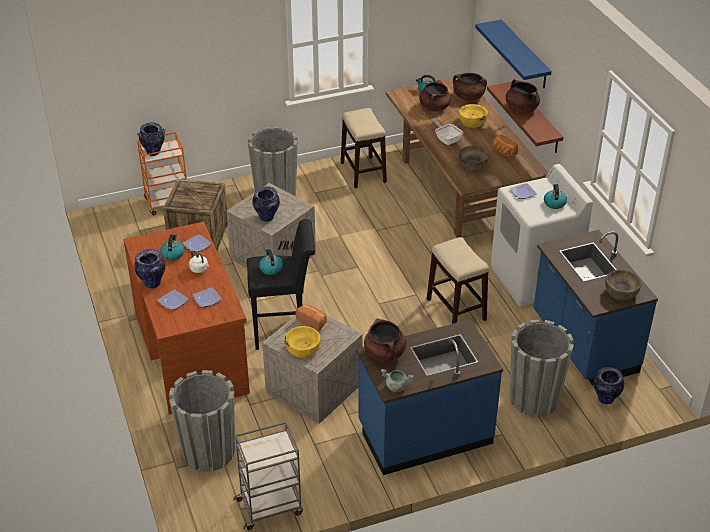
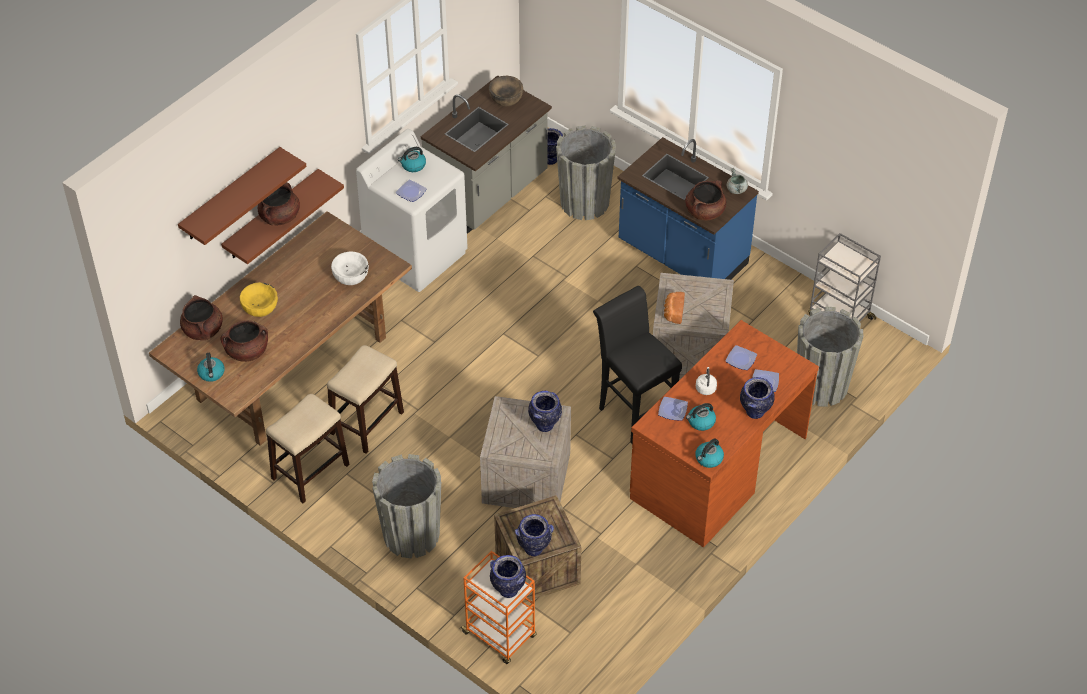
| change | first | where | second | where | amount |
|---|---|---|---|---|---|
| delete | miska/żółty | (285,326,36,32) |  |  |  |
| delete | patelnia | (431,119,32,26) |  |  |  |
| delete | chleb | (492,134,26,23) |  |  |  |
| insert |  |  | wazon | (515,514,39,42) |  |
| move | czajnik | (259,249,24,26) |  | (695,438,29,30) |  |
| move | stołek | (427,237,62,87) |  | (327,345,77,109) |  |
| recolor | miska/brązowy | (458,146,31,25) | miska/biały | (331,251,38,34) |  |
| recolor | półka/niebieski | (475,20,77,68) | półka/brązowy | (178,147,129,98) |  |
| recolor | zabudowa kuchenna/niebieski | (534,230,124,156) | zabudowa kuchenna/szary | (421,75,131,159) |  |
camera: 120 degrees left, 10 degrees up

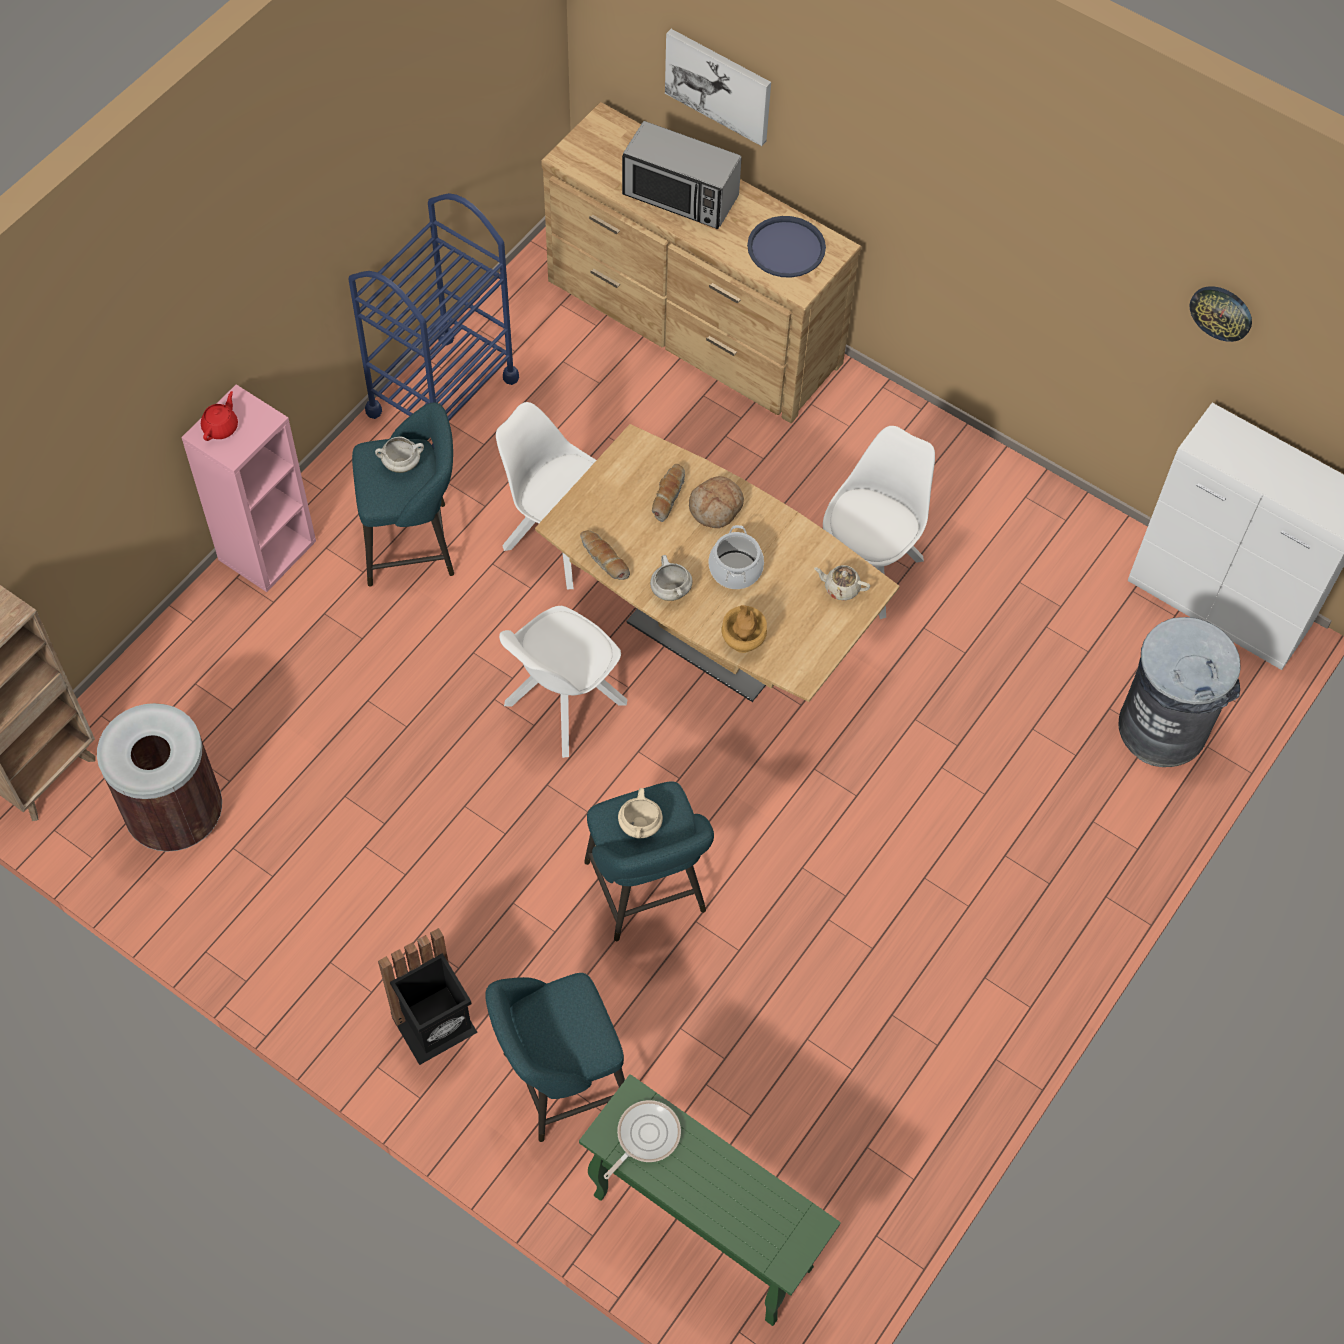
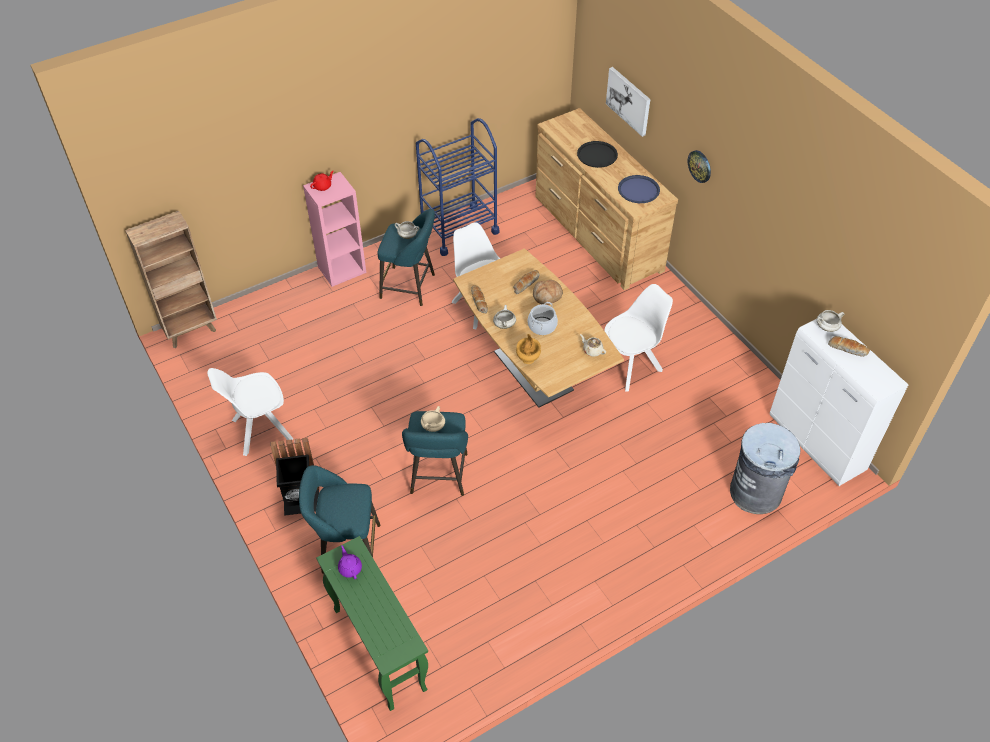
| change | first | where | second | where | amount |
|---|---|---|---|---|---|
| delete | kosz na śmieci/brązowy | (97,703,125,149) |  |  |  |
| insert |  |  | garnek/biały | (817,310,27,22) |  |
| insert |  |  | chleb | (828,336,42,21) |  |
| move | krzesło/biały | (499,606,128,152) |  | (207,368,86,88) |  |
| move | zegar ścienny | (1189,286,63,56) |  | (688,150,23,33) |  |
| replace | patelnia | (604,1100,77,79) | imbryk/fioletowy | (338,545,24,34) |  |
| replace | mikrofalówka | (622,121,120,108) | taca/czarny | (577,141,41,27) |  |
camera: 25 degrees right, 10 degrees down

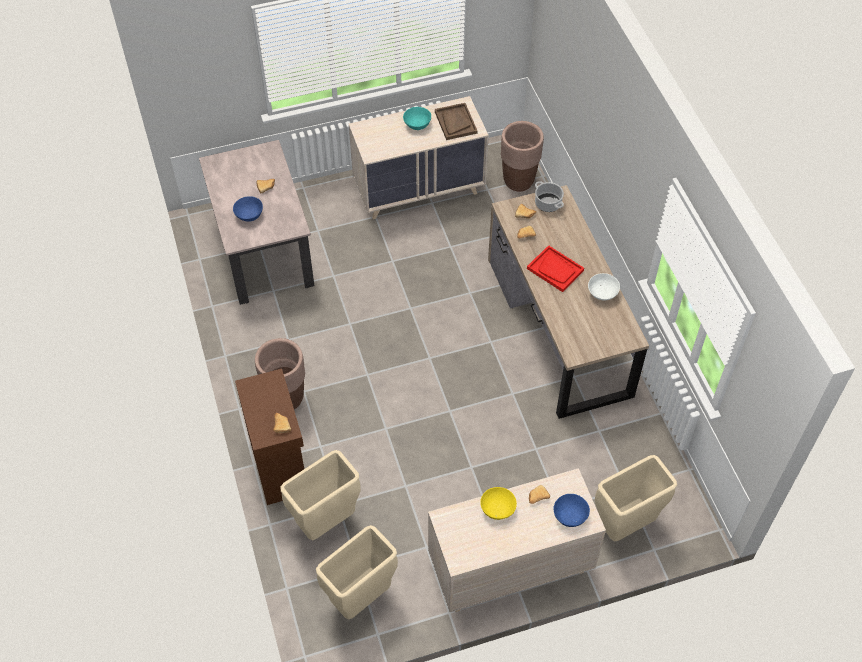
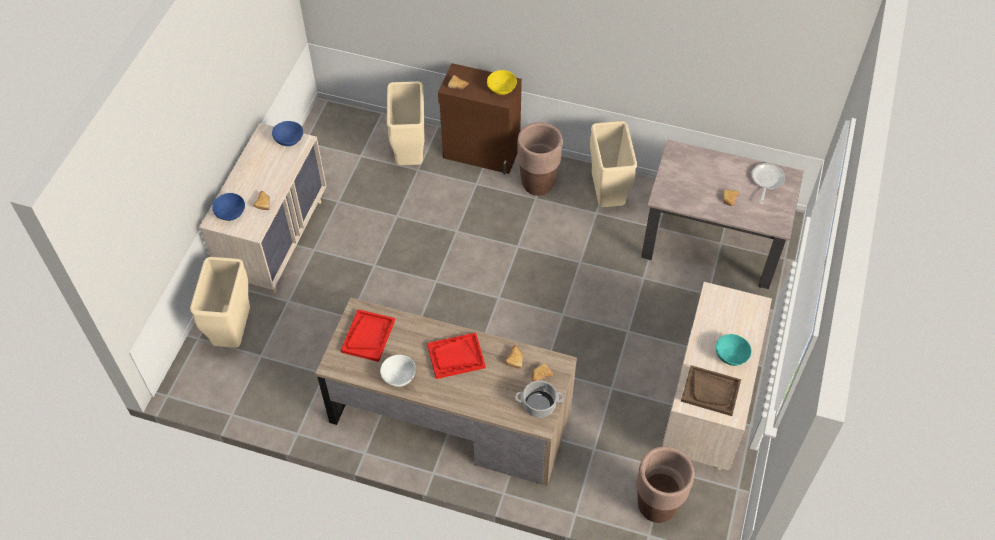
| change | first | where | second | where | amount |
|---|---|---|---|---|---|
| insert |  |  | taca/czerwony | (341,309,54,53) |  |
| insert |  |  | patelnia | (751,163,34,41) |  |
| move | miska/niebieski | (233,196,30,26) |  | (272,121,31,25) |  |
| move | kosz na śmieci/beżowy | (316,525,82,94) |  | (590,121,47,86) |  |
| move | miska/żółty | (480,487,37,33) |  | (487,70,30,25) |  |
camera: 125 degrees right, 0 degrees up

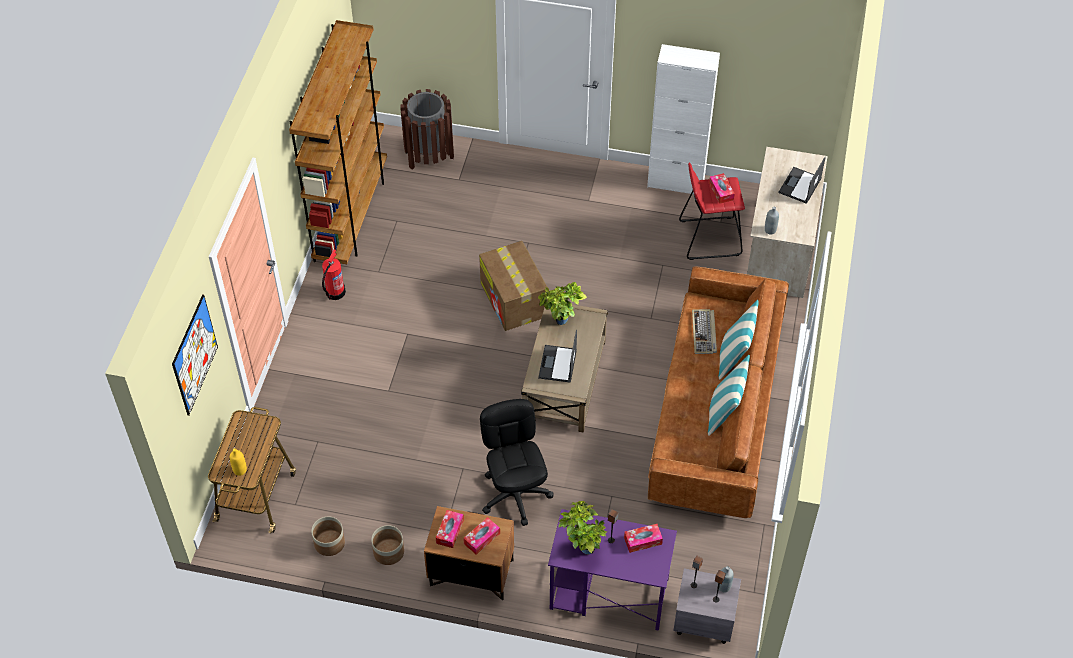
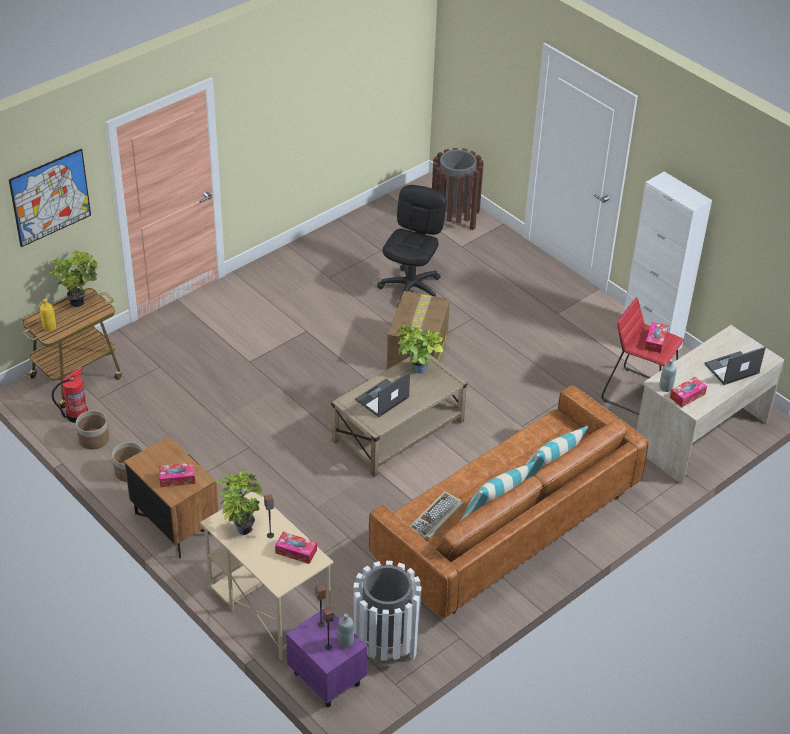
| change | first | where | second | where | amount |
|---|---|---|---|---|---|
| delete | regał/brązowy | (289,20,98,244) |  |  |  |
| insert |  |  | roślina doniczkowa | (48,250,50,57) |  |
| insert |  |  | kosz na śmieci/biały | (353,561,69,100) |  |
| move | gaśnica | (322,249,24,51) |  | (52,367,36,56) |  |
| move | pudełko chusteczek | (436,510,28,38) |  | (670,377,37,30) |  |
| move | krzesło biurowe/czarny | (480,399,74,127) |  | (377,185,70,122) |  |
| move | klawiatura | (692,309,25,45) |  | (410,491,54,48) |  |
| recolor | biurko/fioletowy | (548,509,129,122) | biurko/beżowy | (200,492,134,169) |  |
| recolor | szafka nocna/szary | (673,568,68,76) | szafka nocna/fioletowy | (286,607,81,100) |  |
camera: 35 degrees right, 10 degrees down

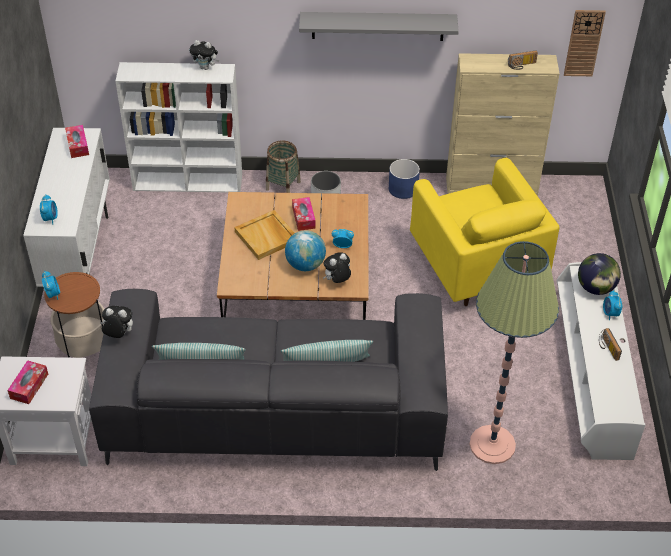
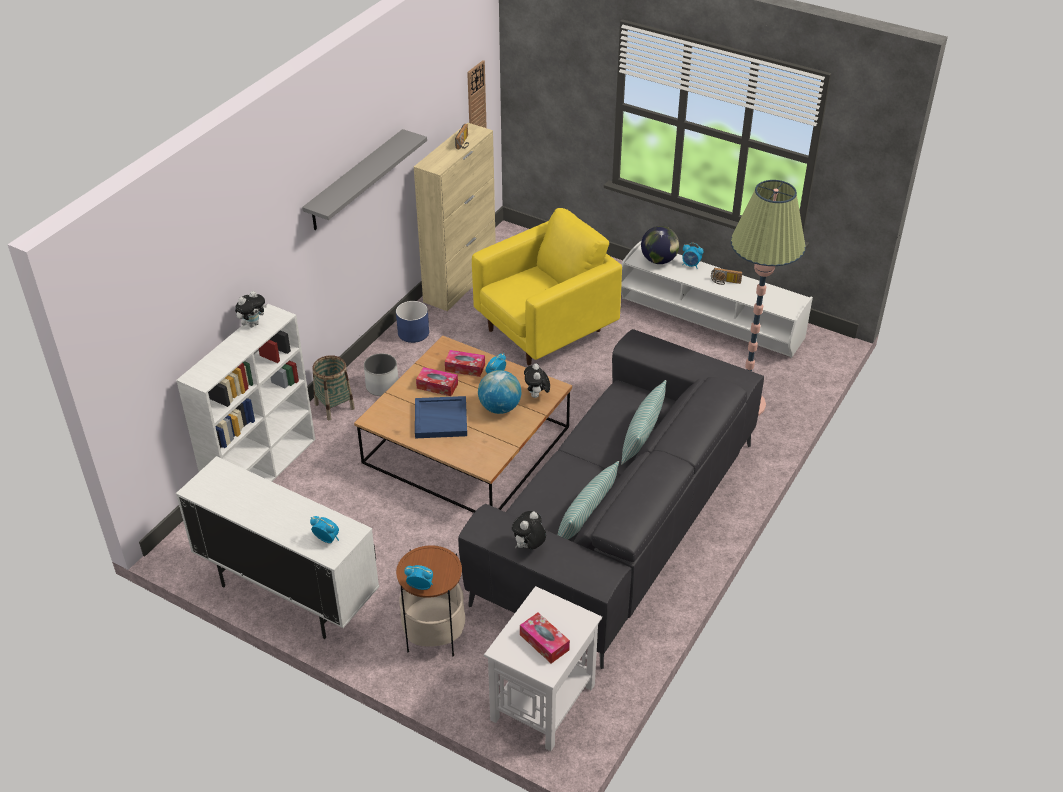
| change | first | where | second | where | amount |
|---|---|---|---|---|---|
| move | pudełko chusteczek | (65,125,24,33) |  | (445,350,40,27) |  |
| recolor | taca/beżowy | (234,210,61,50) | taca/niebieski | (415,396,52,42) |  |
| rotate | fotel/żółty | (410,158,150,148) |  | (472,208,150,157) | 45 degrees counterclockwise |
camera: 60 degrees left, 5 degrees down

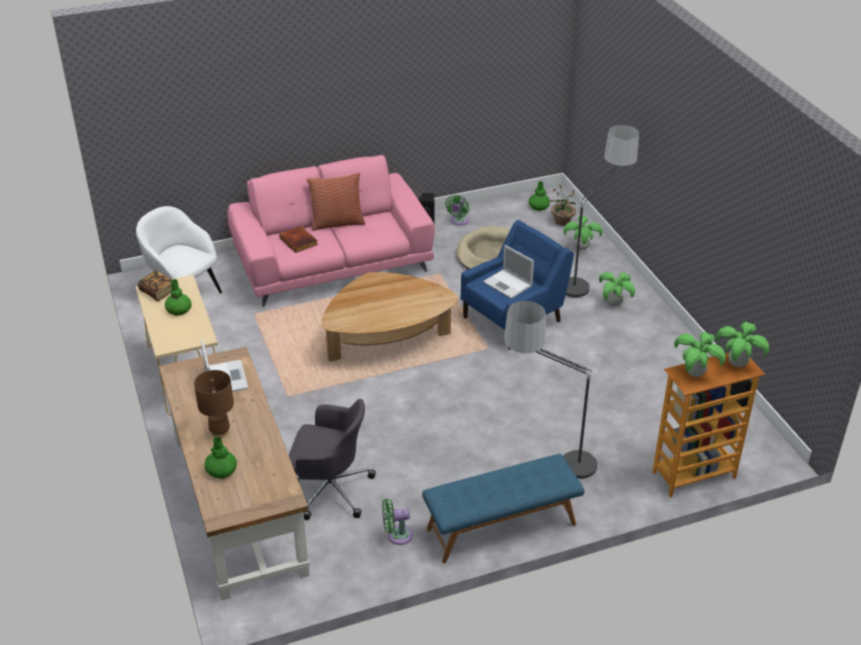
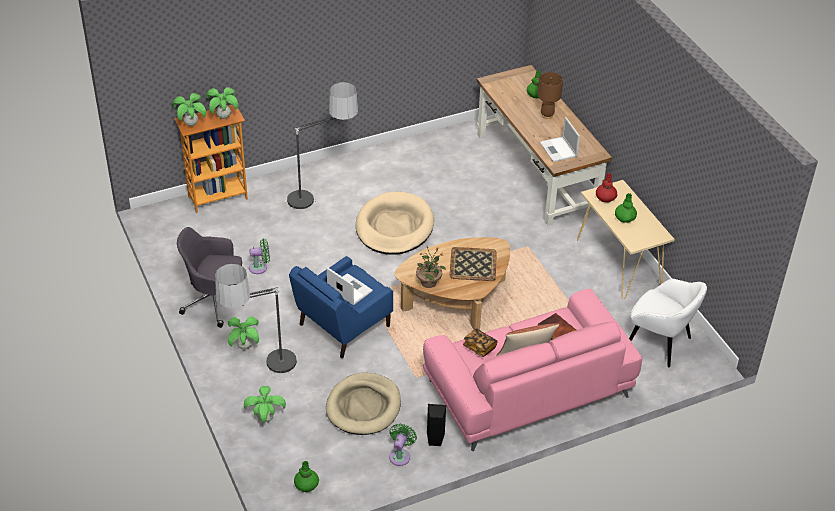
| change | first | where | second | where | amount |
|---|---|---|---|---|---|
| delete | ławka/niebieski | (422,454,163,109) |  |  |  |
| insert |  |  | legowisko/beżowy | (356,192,78,63) |  |
| insert |  |  | taca | (450,247,47,34) |  |
| insert |  |  | wazon/czerwony | (596,173,21,30) |  |
| move | książka | (138,270,34,31) |  | (463,328,35,29) |  |
| move | krzesło biurowe/szary | (289,399,87,121) |  | (177,227,67,101) |  |
| move | wentylator/zielony | (382,498,31,47) |  | (249,239,21,35) |  |
| move | roślina doniczkowa | (548,185,28,41) |  | (416,245,30,43) |  |
camera: 175 degrees right, 5 degrees up

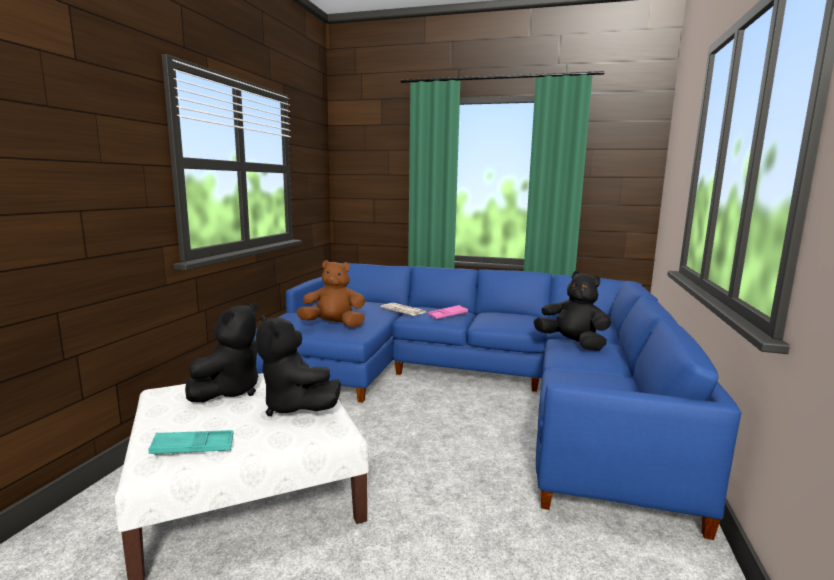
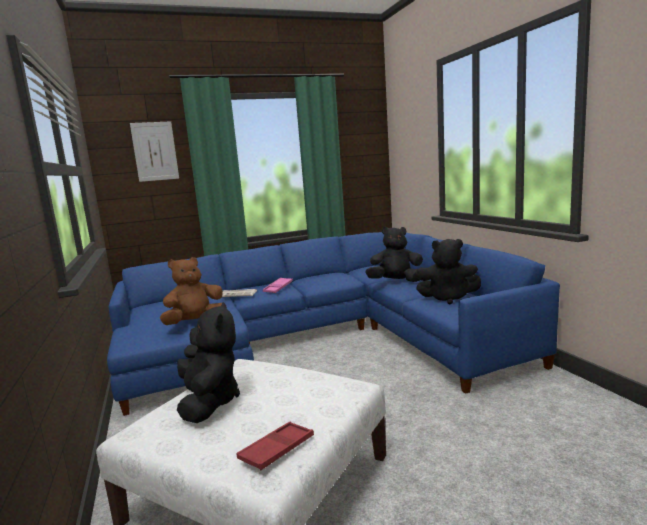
| change | first | where | second | where | amount |
|---|---|---|---|---|---|
| insert |  |  | obraz | (130,121,49,61) |  |
| move | pluszak/czarny | (256,315,85,101) |  | (415,239,66,65) |  |
| recolor | taca/turkusowy | (149,430,85,25) | taca/czerwony | (237,422,77,48) |  |
camera: 35 degrees left, 0 degrees up

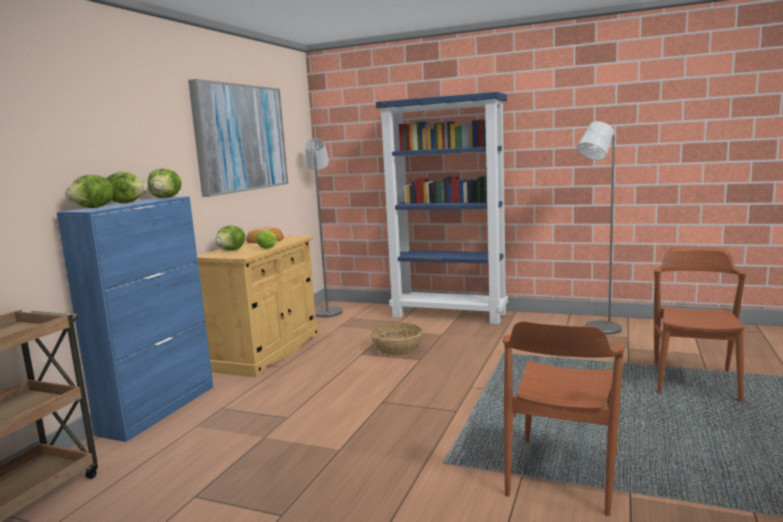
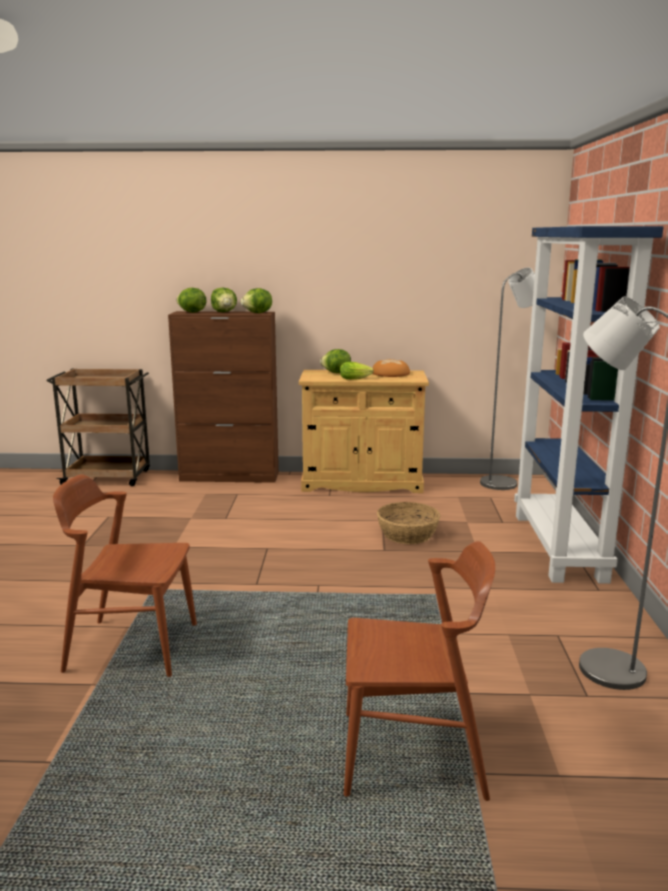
| change | first | where | second | where | amount |
|---|---|---|---|---|---|
| delete | obraz | (188,79,100,118) |  |  |  |
| recolor | szafka/niebieski | (56,196,157,246) | szafka/brązowy | (168,311,111,172) |  |
camera: 70 degrees right, 5 degrees up

